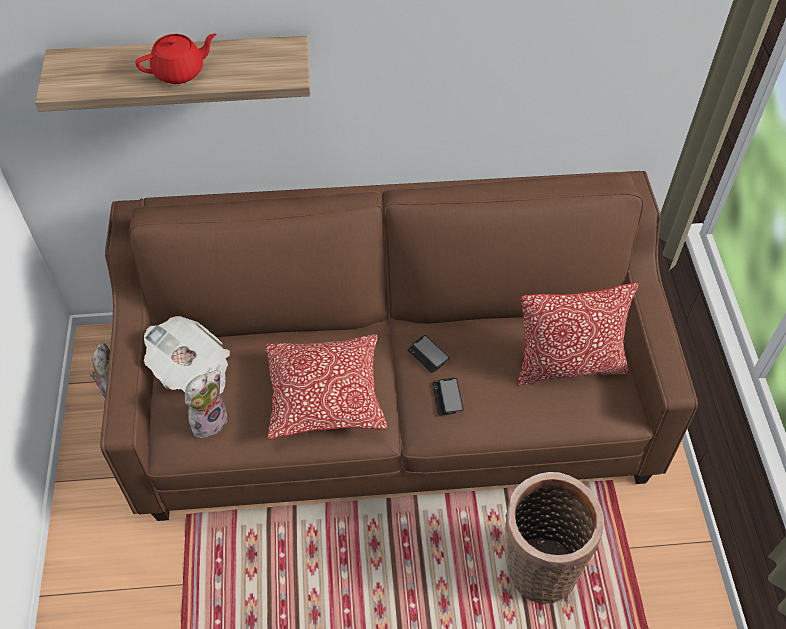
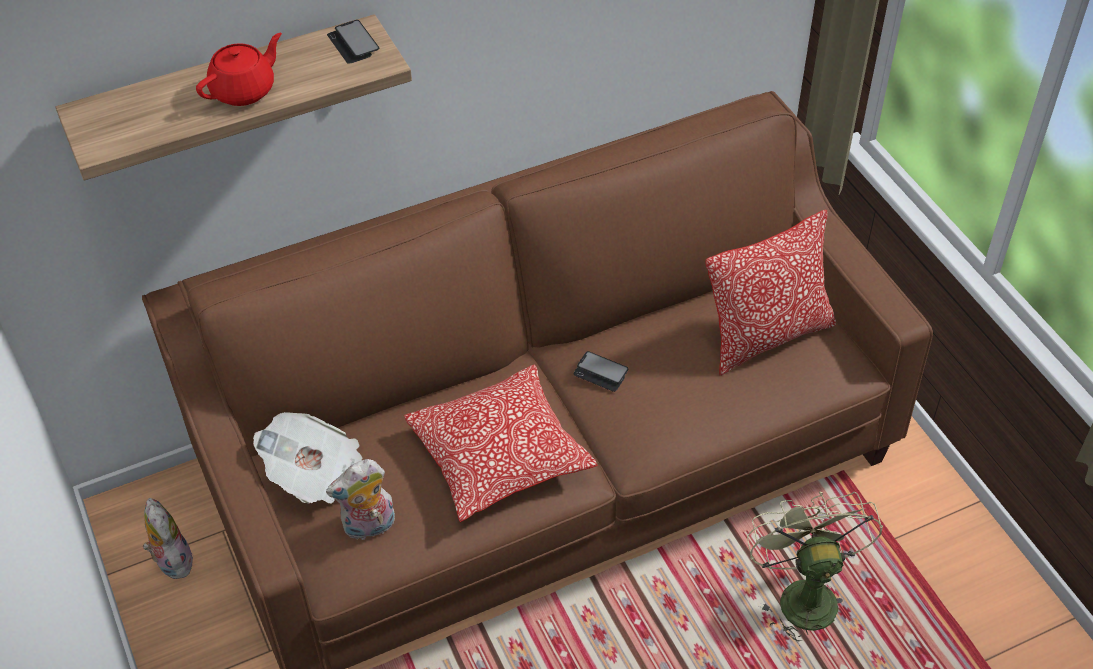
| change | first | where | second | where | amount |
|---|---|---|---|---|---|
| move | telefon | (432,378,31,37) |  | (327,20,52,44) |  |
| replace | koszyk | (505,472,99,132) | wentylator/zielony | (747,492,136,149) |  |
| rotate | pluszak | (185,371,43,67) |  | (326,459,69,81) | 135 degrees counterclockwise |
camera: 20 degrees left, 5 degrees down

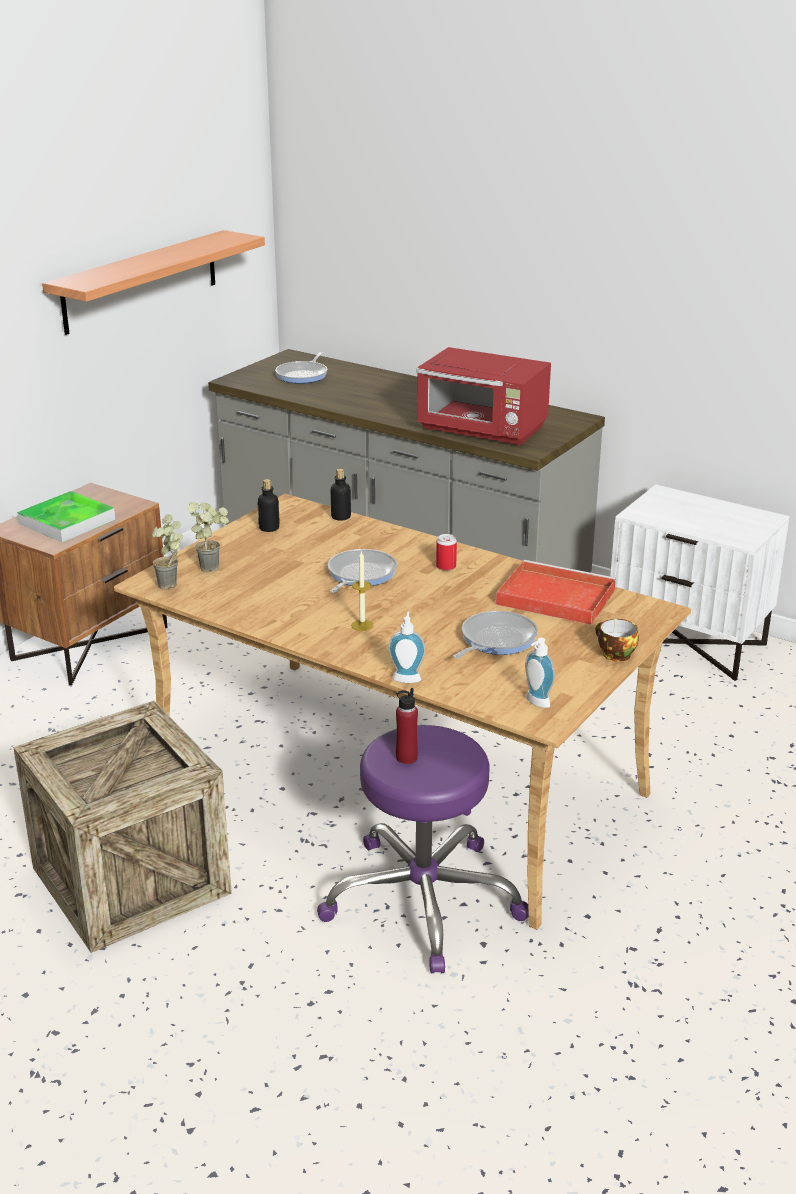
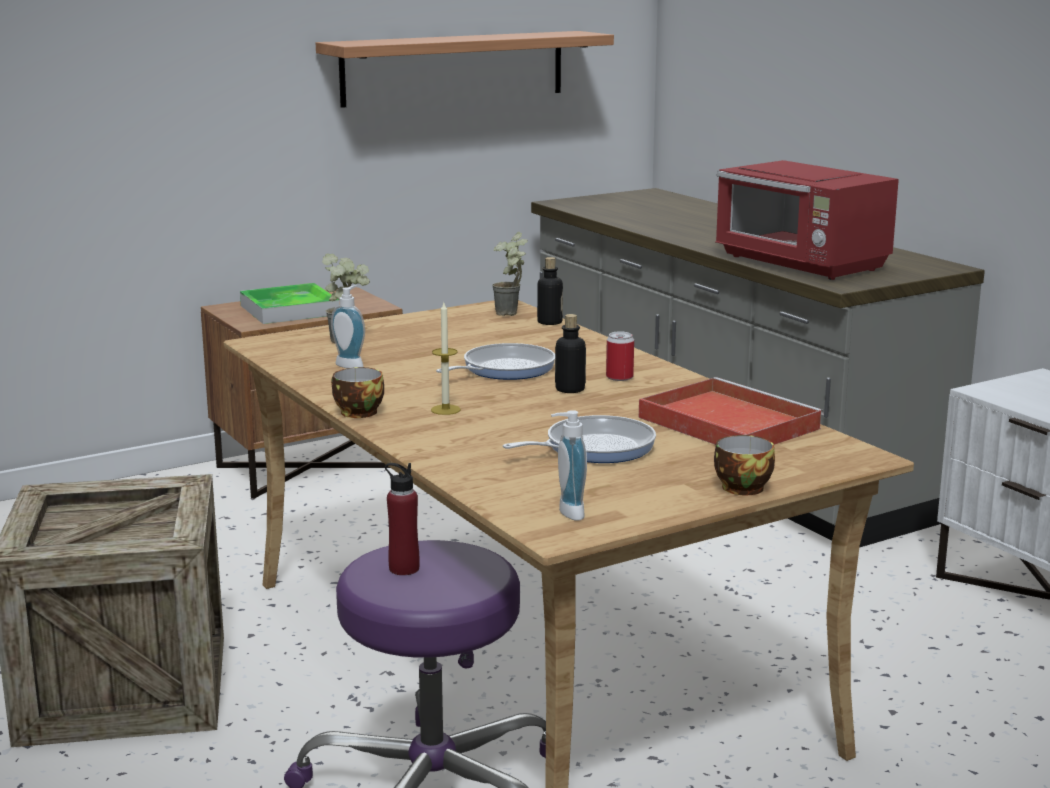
| change | first | where | second | where | amount |
|---|---|---|---|---|---|
| delete | patelnia | (275,352,52,32) |  |  |  |
| insert |  |  | filiżanka | (331,367,53,51) |  |
| move | roślina doniczkowa | (152,514,31,75) |  | (492,232,36,84) |  |
| move | butelka | (257,479,23,53) |  | (555,314,31,79) |  |
| move | dozownik mydła | (388,611,38,72) |  | (331,285,34,83) |  |
camera: 25 degrees right, 10 degrees down

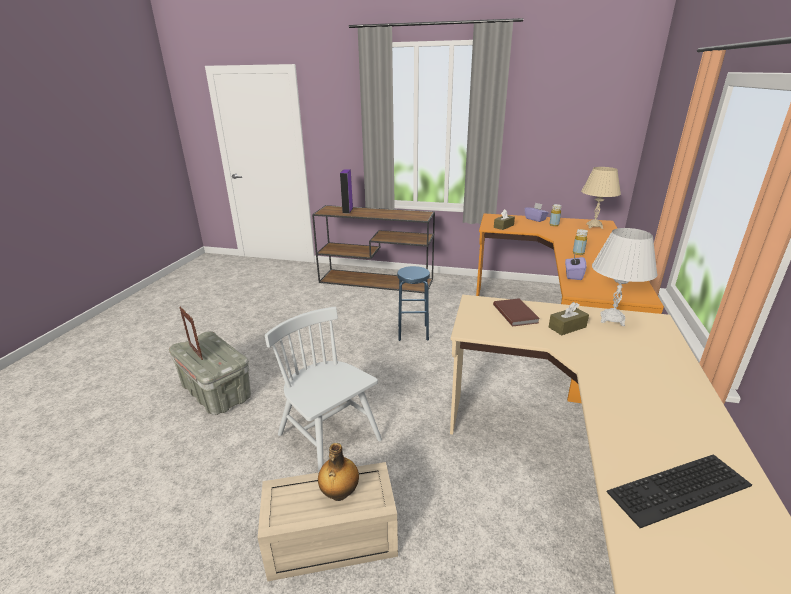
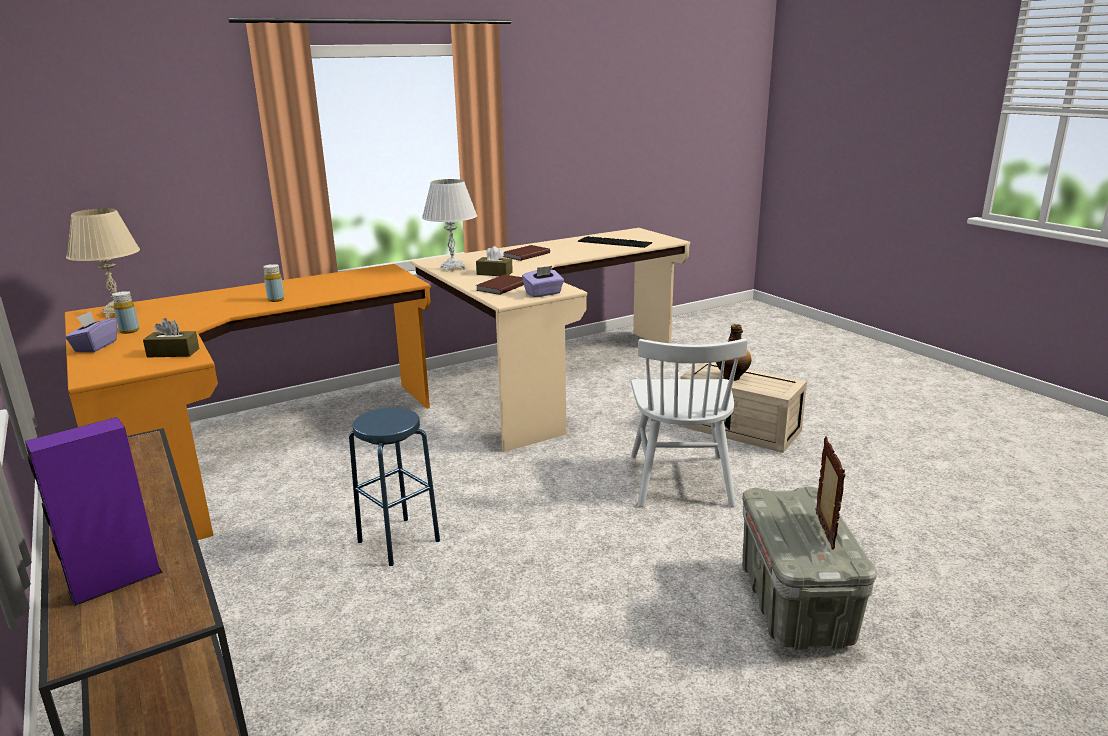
| change | first | where | second | where | amount |
|---|---|---|---|---|---|
| insert |  |  | książka/brązowy | (503,245,47,16) |  |
| move | pudełko chusteczek/fioletowy | (565,254,21,26) |  | (522,266,42,31) |  |
camera: 135 degrees left, 5 degrees down

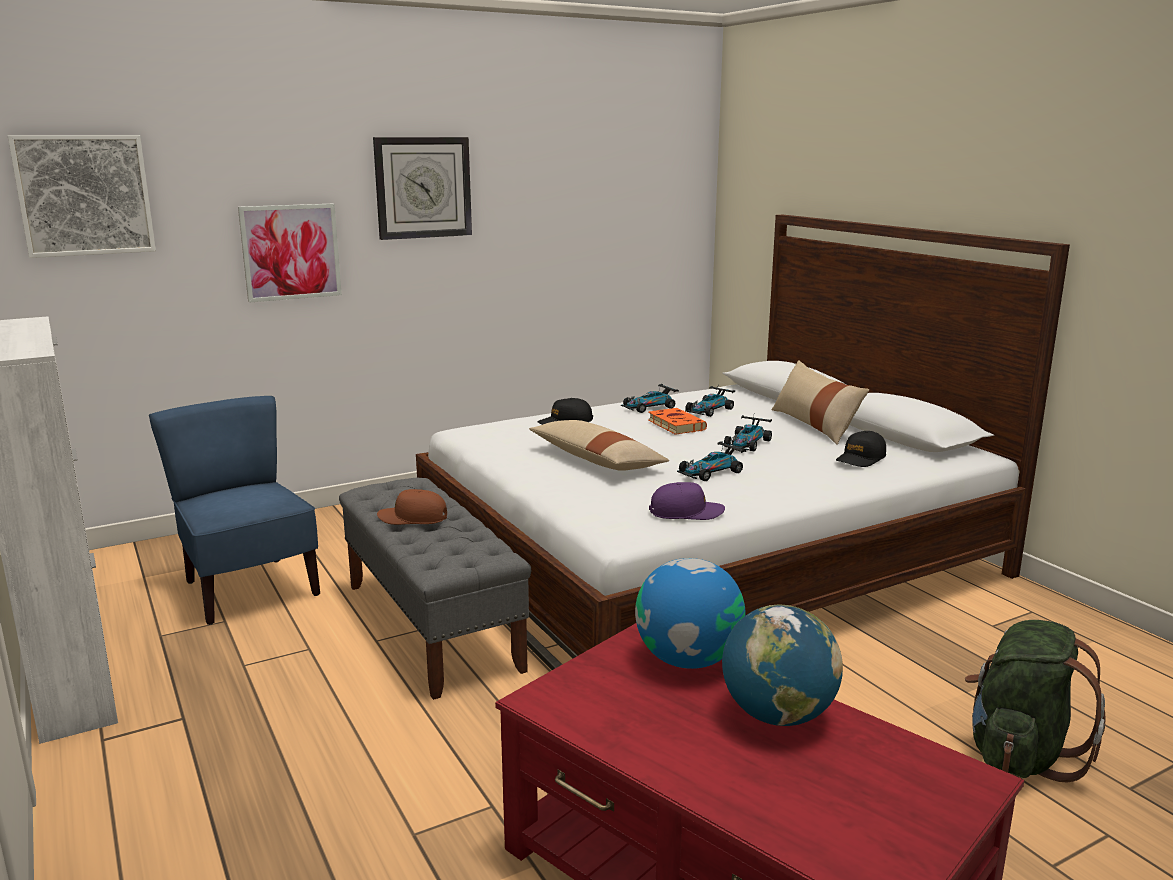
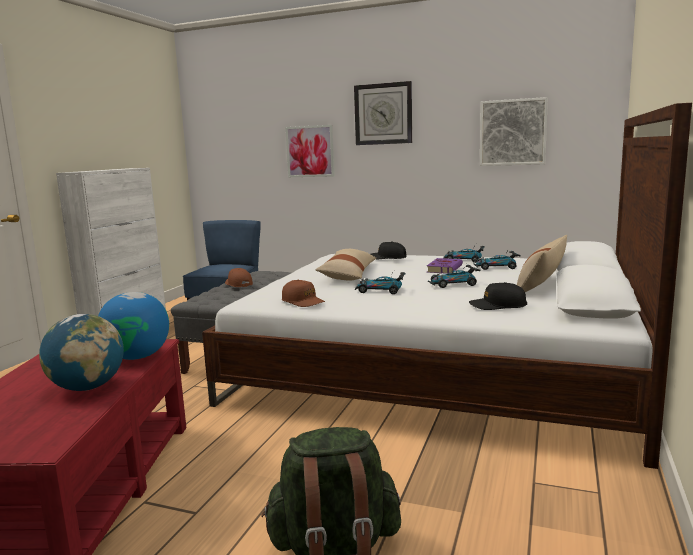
| change | first | where | second | where | amount |
|---|---|---|---|---|---|
| move | obraz | (8,135,148,123) |  | (480,97,68,69) |  |
| recolor | książka/pomarańczowy | (648,408,59,27) | książka/fioletowy | (427,258,36,16) |  |
| recolor | czapka z daszkiem/fioletowy | (649,482,76,38) | czapka z daszkiem/brązowy | (282,280,43,27) |  |
camera: 50 degrees right, 5 degrees down

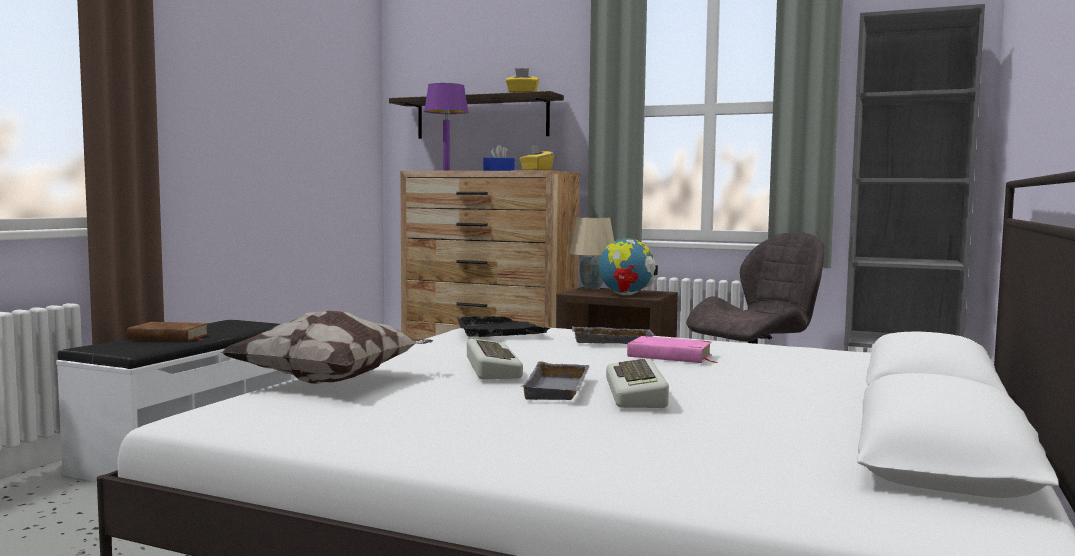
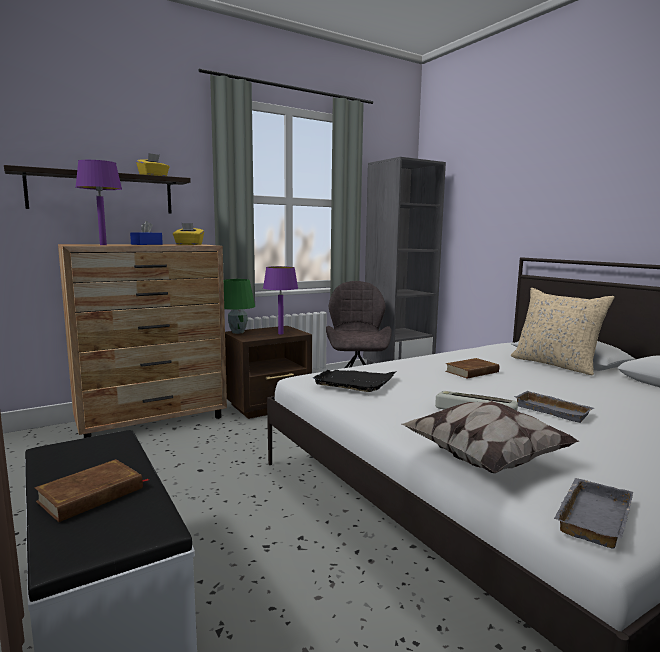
| change | first | where | second | where | amount |
|---|---|---|---|---|---|
| delete | klawiatura | (606,358,63,50) |  |  |  |
| insert |  |  | poduszka/beżowy | (511,288,104,87) |  |
| move | taca/szary | (572,326,82,18) |  | (554,478,79,71) |  |
| replace | globus | (599,238,59,57) | lampa stołowa/fioletowy | (263,266,35,68) |  |
| recolor | lampa stołowa/beżowy | (569,217,45,73) | lampa stołowa/zielony | (224,279,31,55) |  |
| recolor | książka/różowy | (627,336,90,27) | książka/brązowy | (445,358,54,21) |  |
camera: 55 degrees left, 5 degrees up

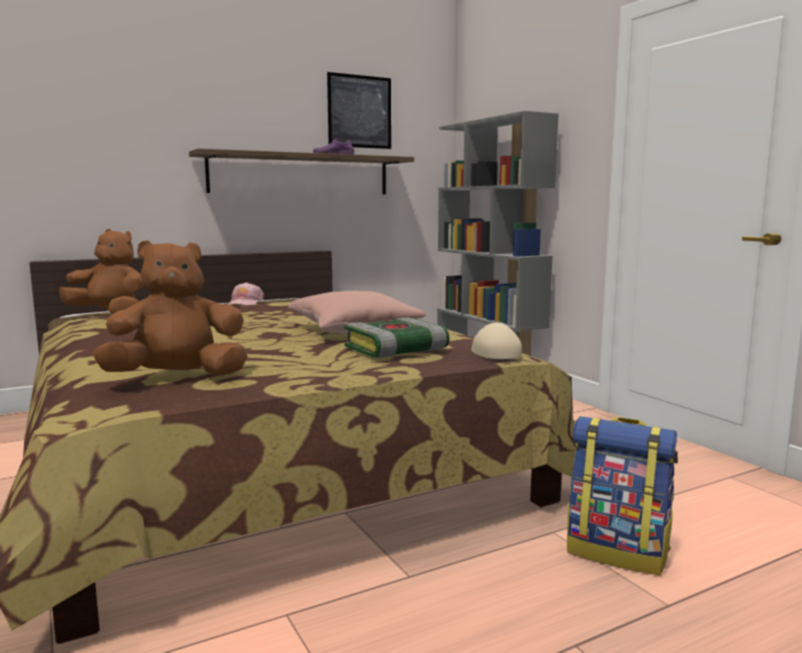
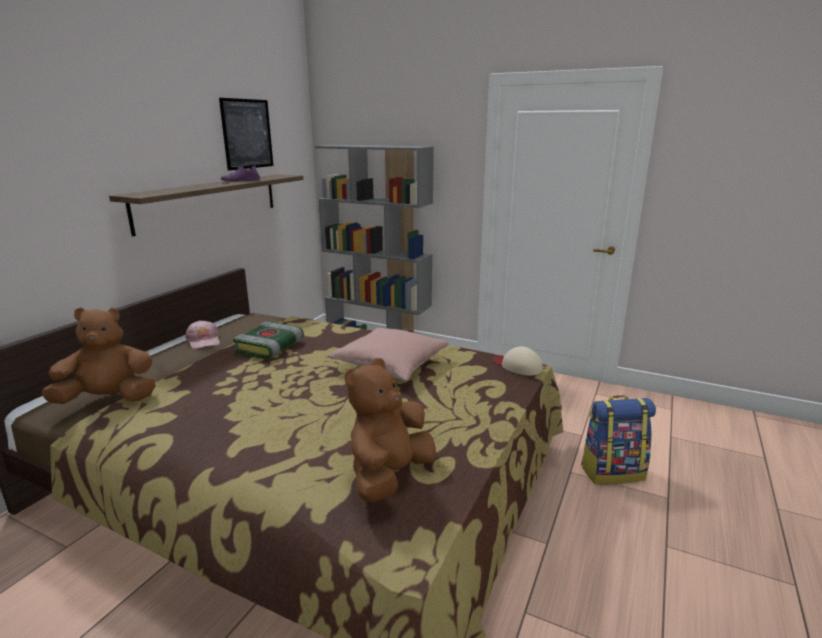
| change | first | where | second | where | amount |
|---|---|---|---|---|---|
| move | książka | (344,317,105,41) |  | (233,321,71,38) |  |
camera: 35 degrees left, 10 degrees up

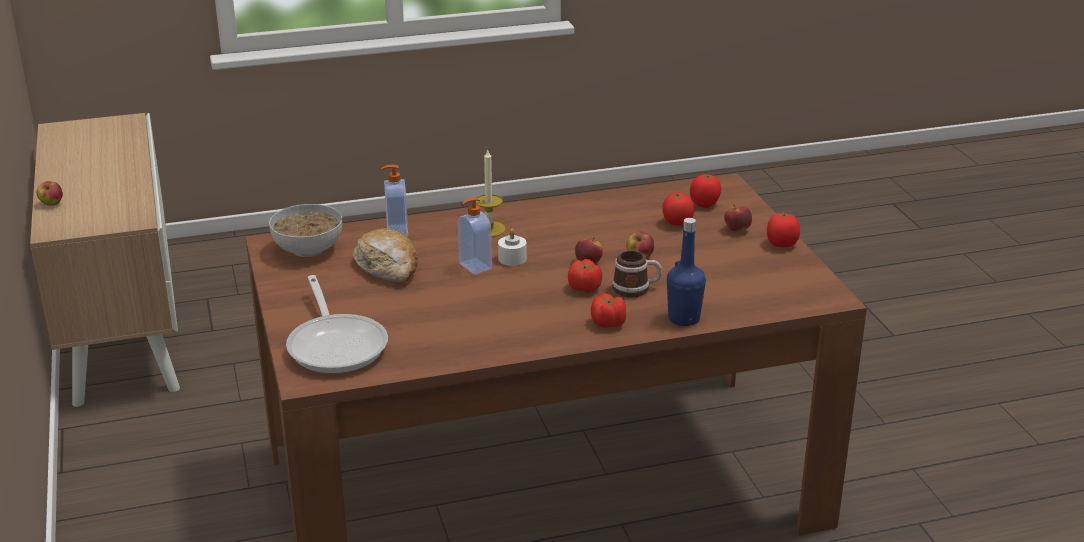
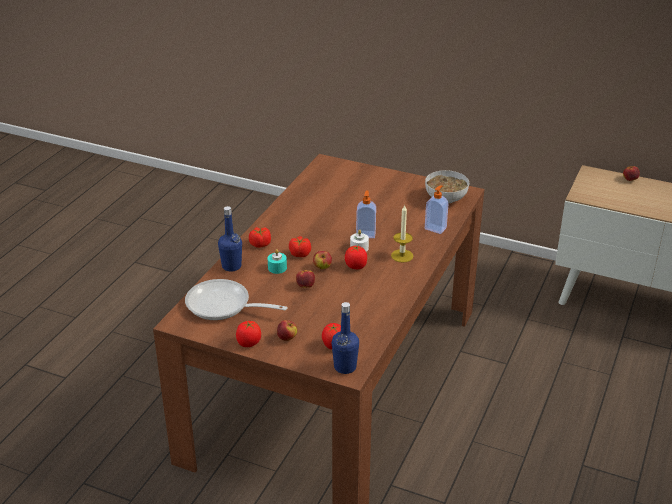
| change | first | where | second | where | amount |
|---|---|---|---|---|---|
| delete | chleb | (353,228,65,55) |  |  |  |
| insert |  |  | butelka/niebieski | (332,302,27,72) |  |
| move | patelnia | (286,275,102,99) |  | (185,279,103,41) |  |
| move | pomidor | (662,192,32,34) |  | (345,246,22,23) |  |
| replace | kubek | (612,251,50,47) | świeca/turkusowy | (268,249,19,25) |  |
camera: 130 degrees right, 5 degrees up

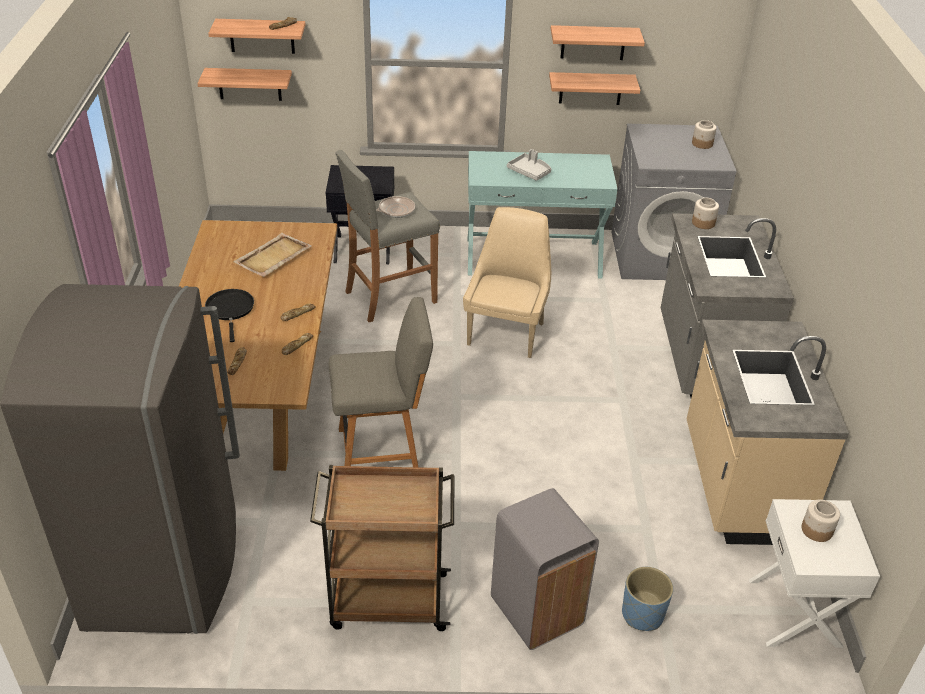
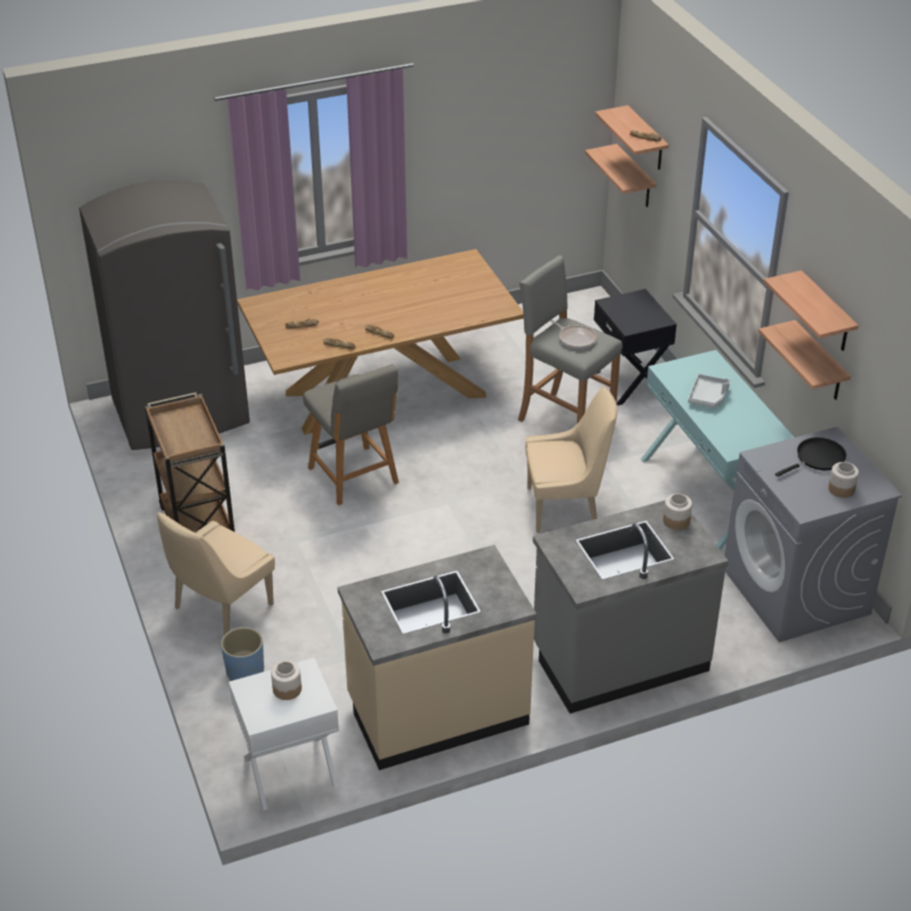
| change | first | where | second | where | amount |
|---|---|---|---|---|---|
| delete | taca/beżowy | (233,233,79,44) |  |  |  |
| move | patelnia/czarny | (205,289,49,53) |  | (775,437,71,40) |  |
| replace | kosz na śmieci/szary | (491,488,108,162) | krzesło/beżowy | (157,512,118,123) |  |
camera: 70 degrees right, 0 degrees up

